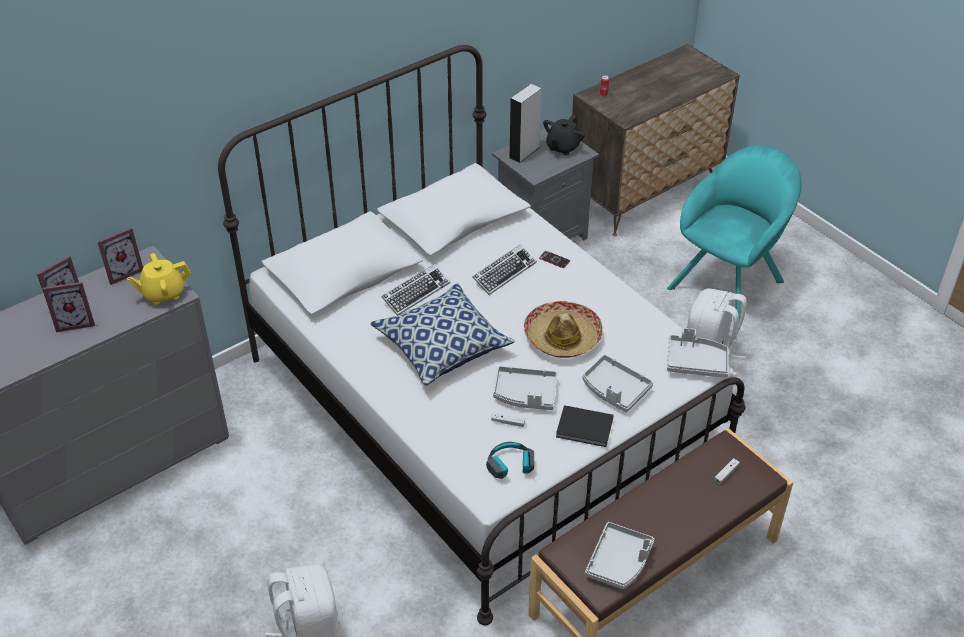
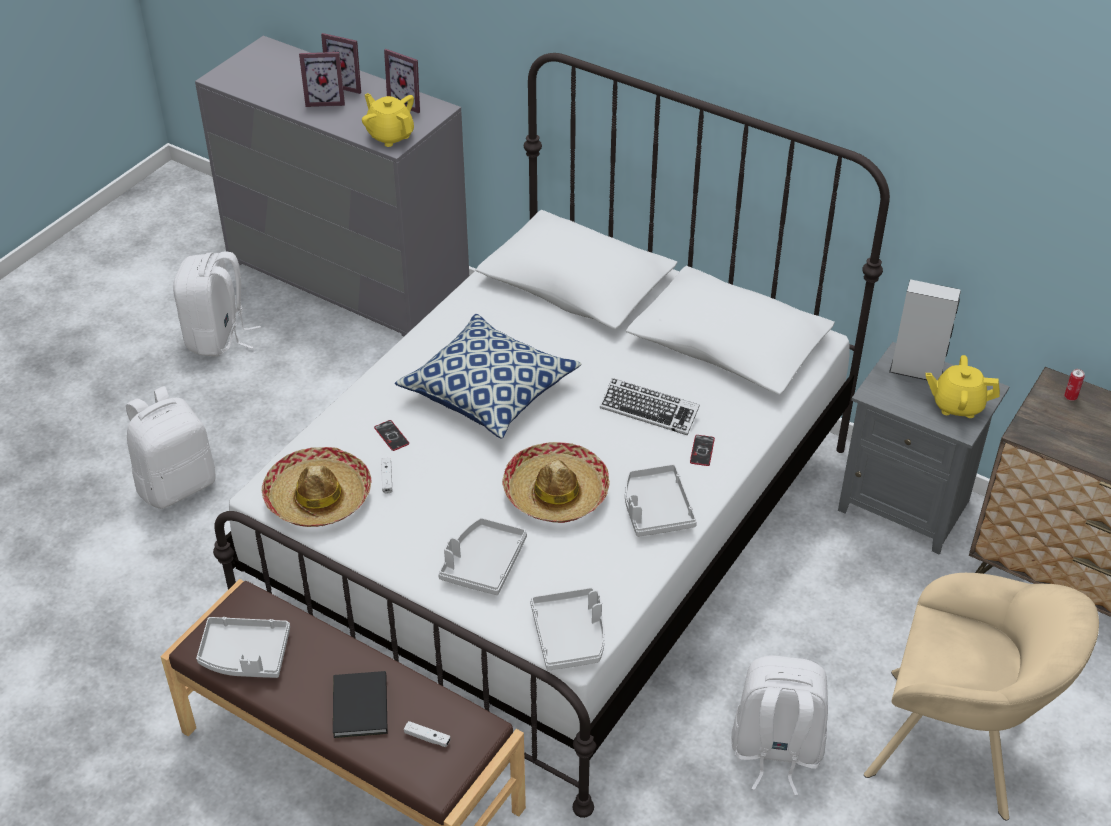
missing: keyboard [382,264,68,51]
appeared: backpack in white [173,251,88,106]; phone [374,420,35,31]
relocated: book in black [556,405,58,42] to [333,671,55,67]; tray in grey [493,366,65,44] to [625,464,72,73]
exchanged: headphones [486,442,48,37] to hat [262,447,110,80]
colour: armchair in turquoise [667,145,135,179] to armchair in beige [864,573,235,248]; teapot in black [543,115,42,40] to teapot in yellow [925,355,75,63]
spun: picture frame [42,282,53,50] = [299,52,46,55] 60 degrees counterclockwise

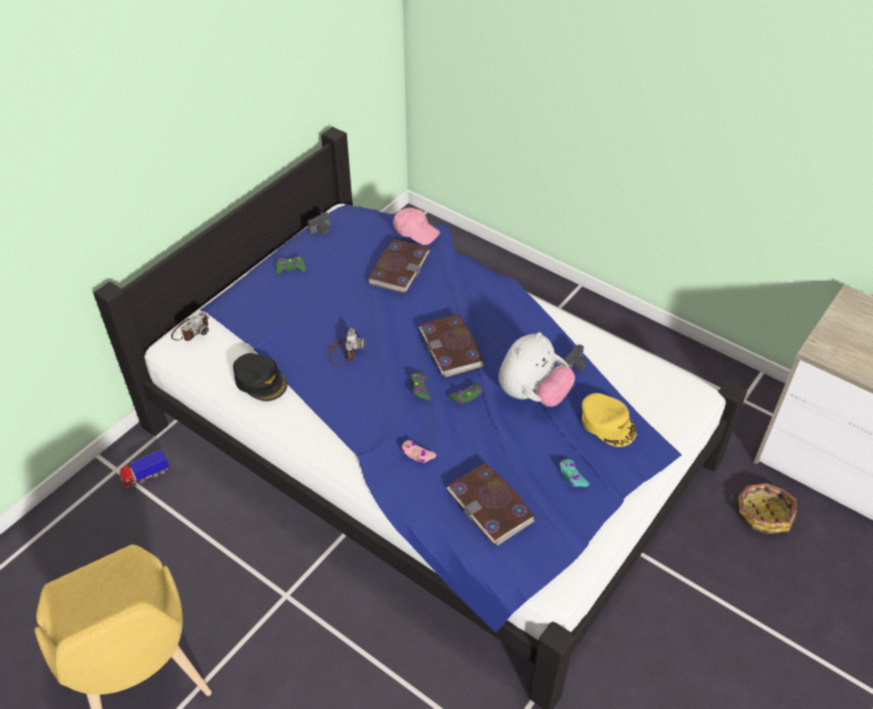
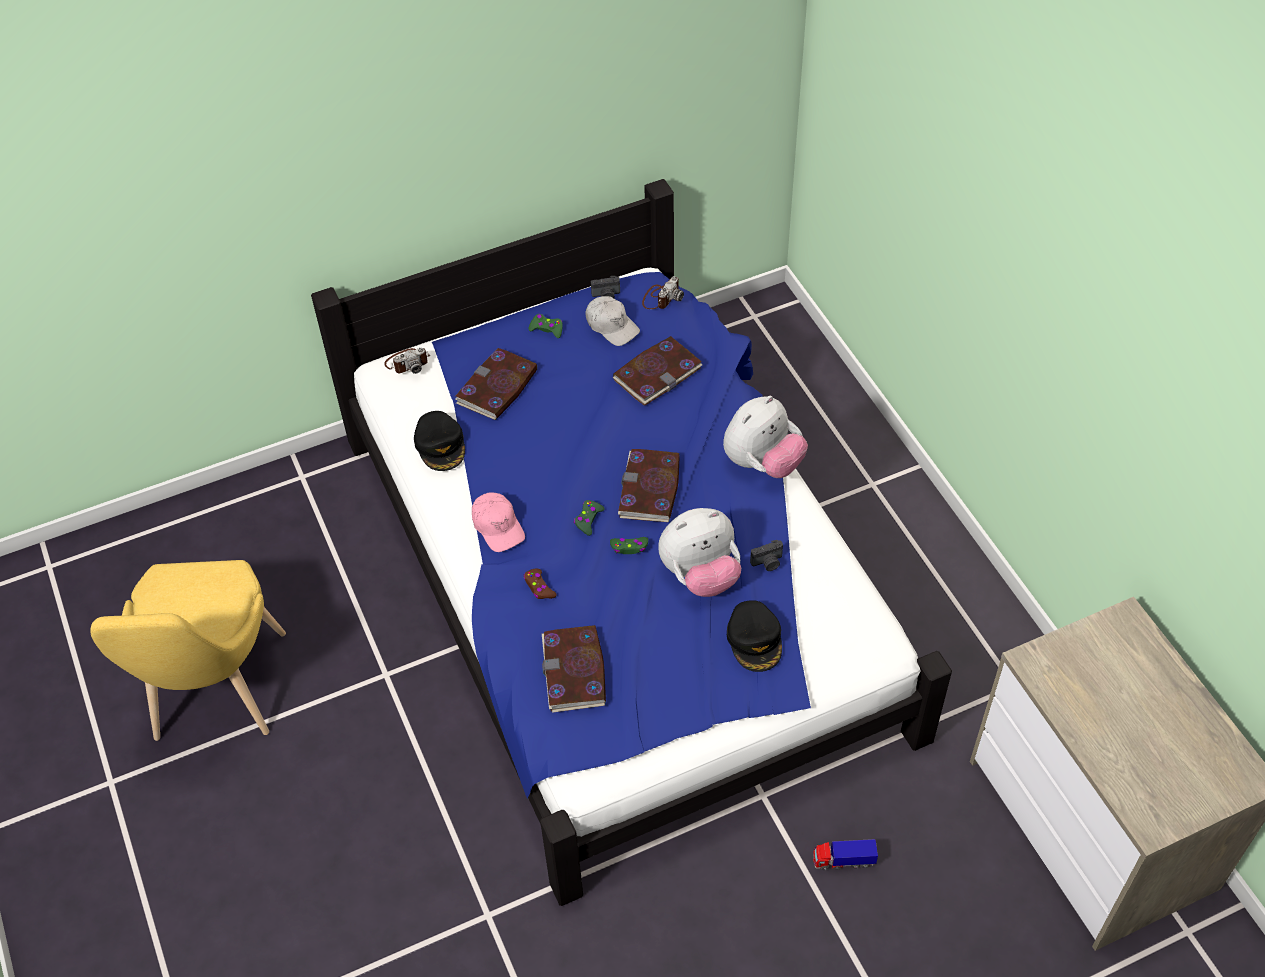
missing: game controller in turquoise [559,459,30,28]; basket [731,483,66,51]
appeared: book [455,348,82,72]; cap in white [585,296,55,50]; plush toy [723,396,85,82]
relocated: cap in pink [393,208,47,37] to [472,493,53,59]; photo camera [329,328,36,38] to [642,276,42,33]; toy truck [120,449,49,39] to [813,839,65,31]
colour: game controller in pink [401,440,35,23] to game controller in brown [524,569,33,30]; cap in yellow [582,393,55,54] to cap in black [727,600,55,72]

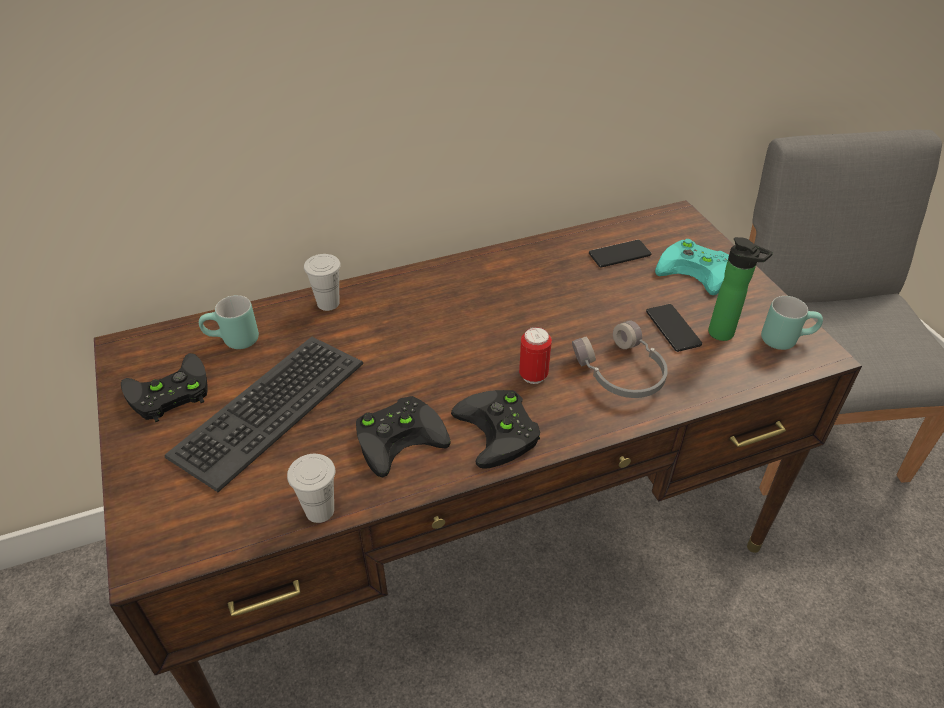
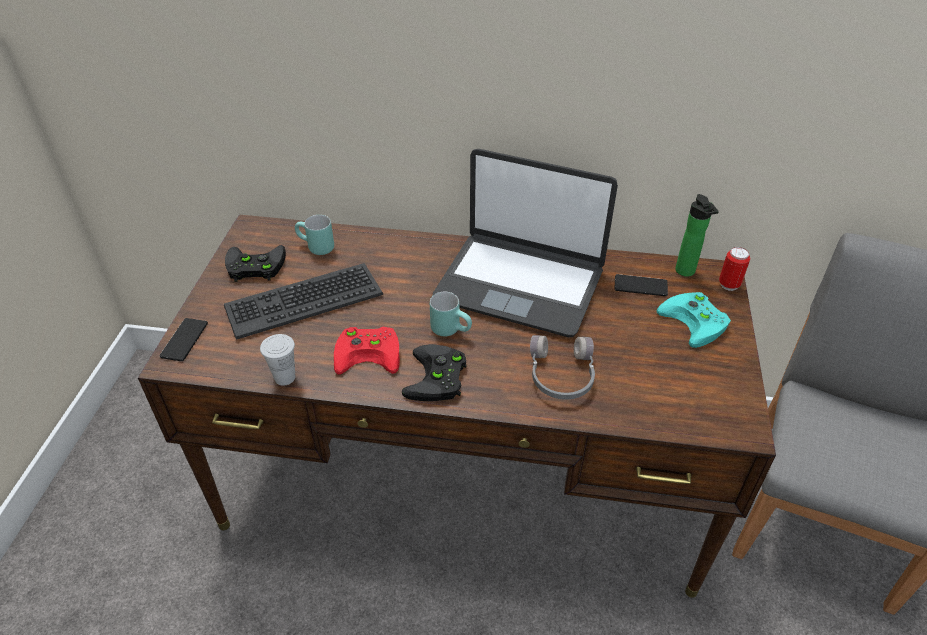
missing: cup in white [304,254,37,57]
appeared: laptop [433,149,185,188]
relocated: phone [646,304,56,48] to [160,318,48,43]; mug in turquoise [761,296,62,54] to [430,292,42,44]; bottle [708,237,65,104] to [675,194,44,83]; can [519,327,33,57] to [719,247,31,44]
colour: game controller in black [356,396,95,82] to game controller in red [334,327,66,47]

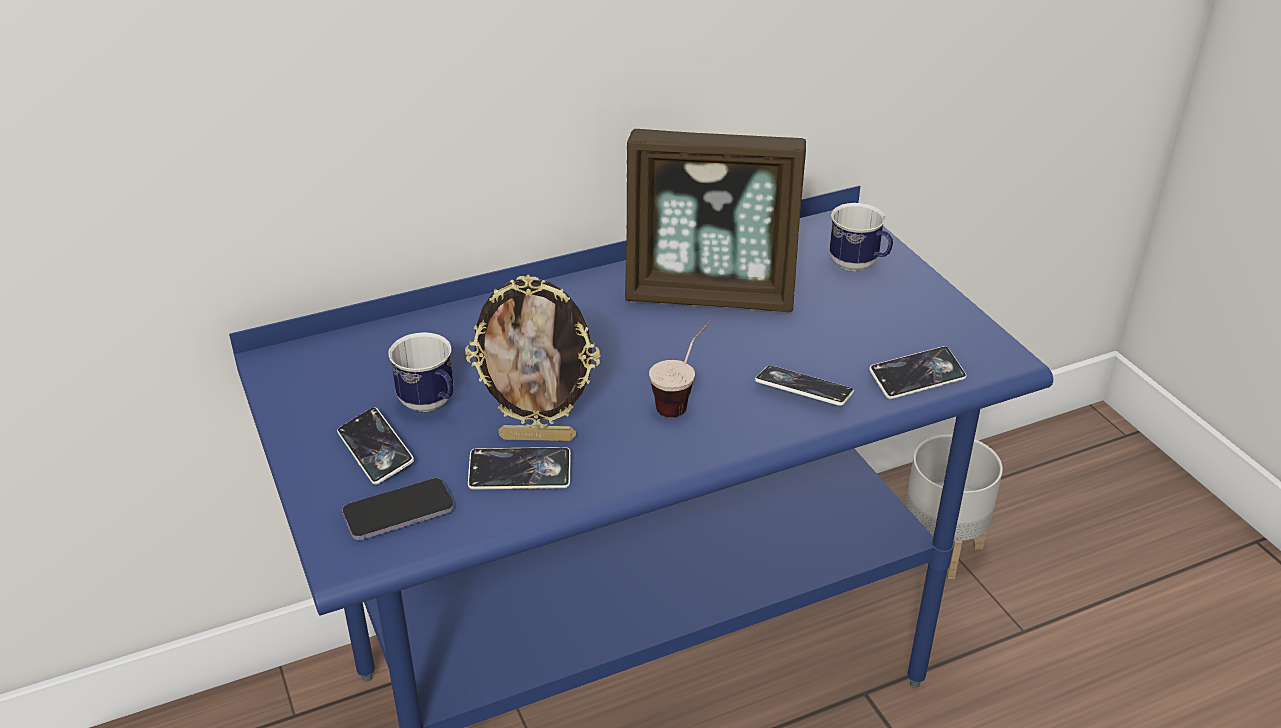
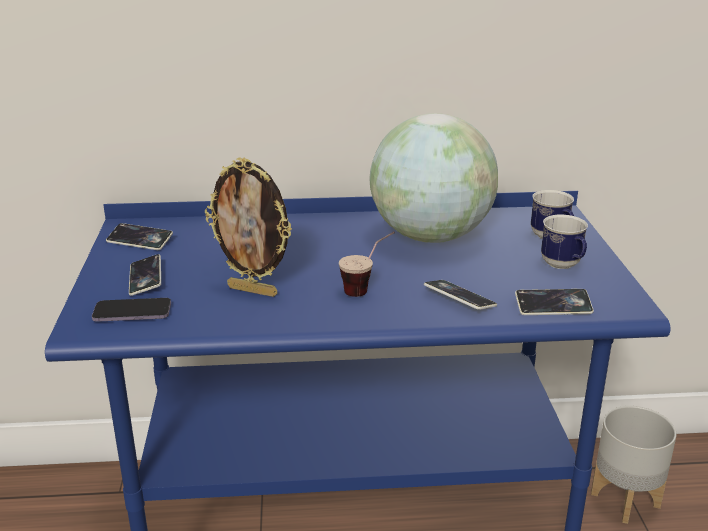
relocated: phone [468,447,103,43] to [106,223,67,27]; mug [389,332,65,80] to [541,215,47,54]
exchanged: picture frame [625,129,181,183] to globe [369,113,129,130]

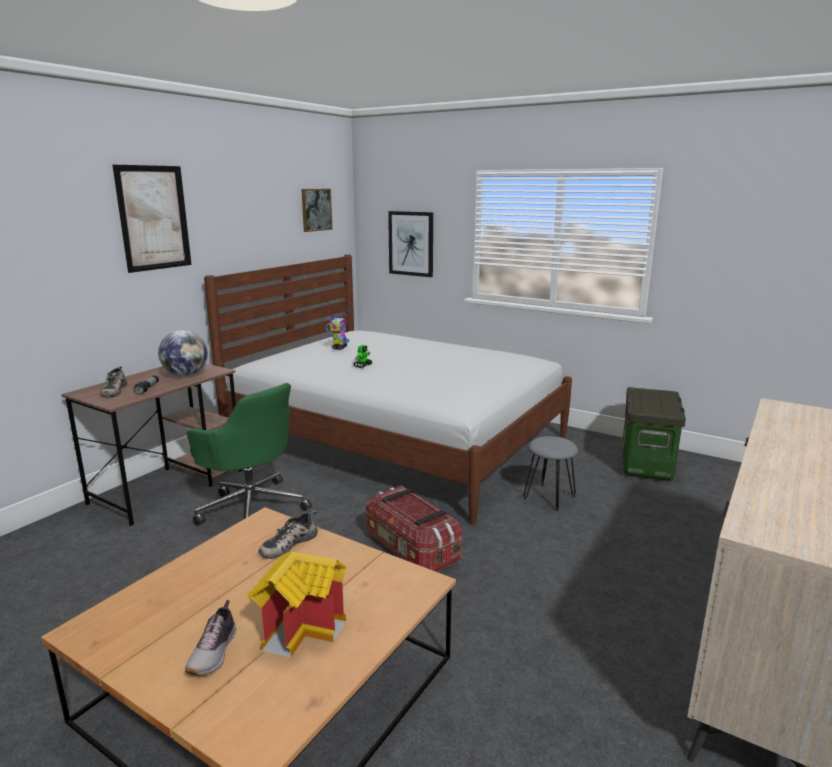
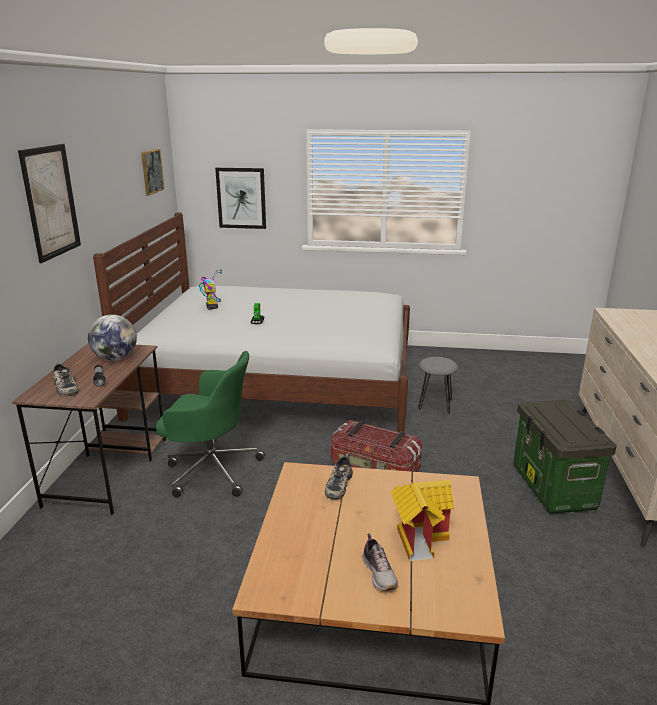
relocated: storage box [622,387,64,94] to [514,400,103,114]

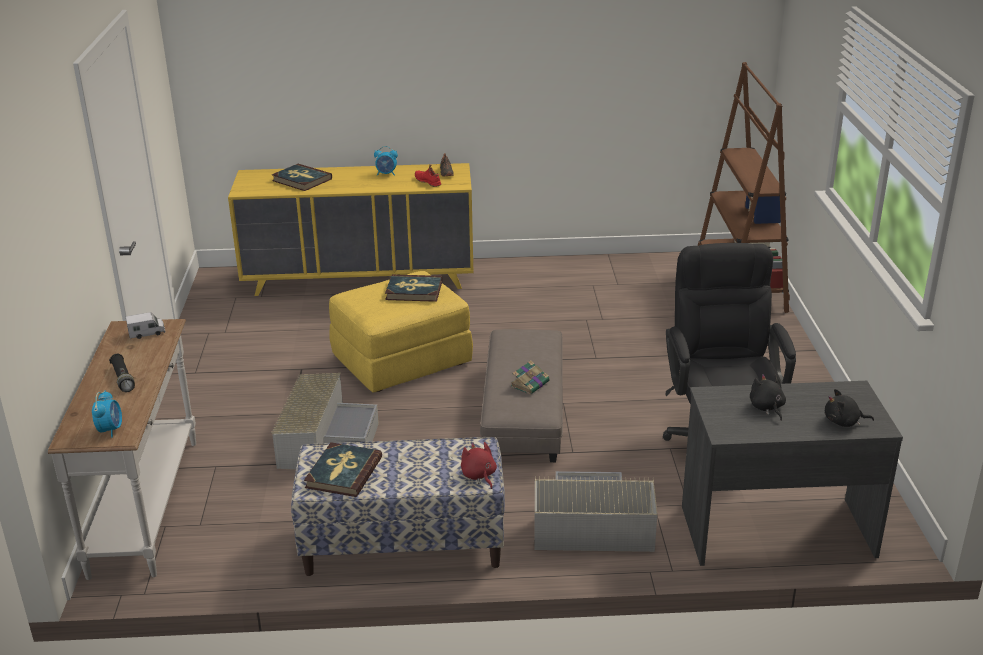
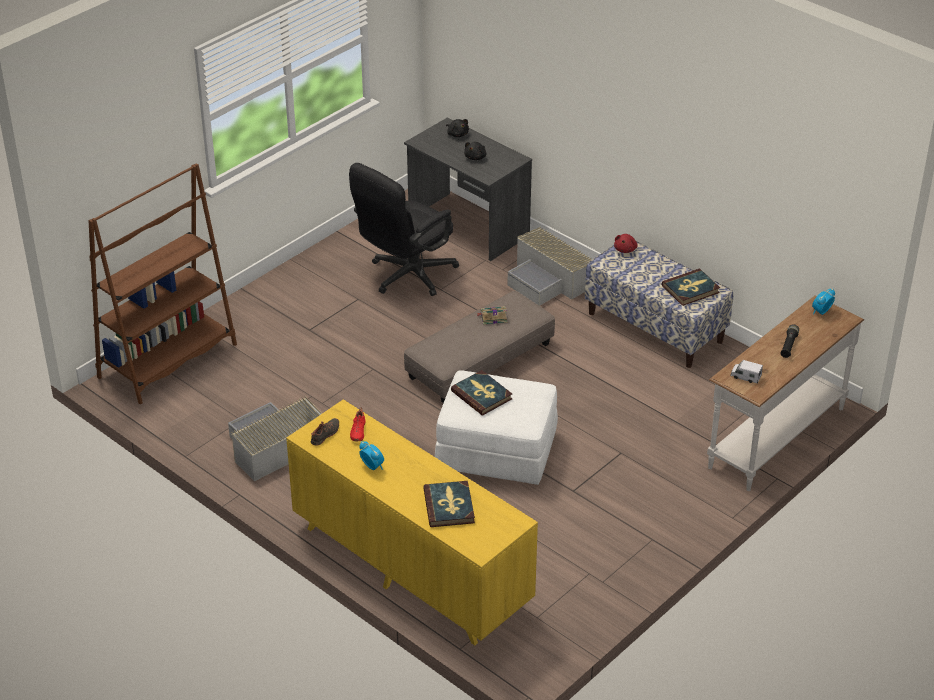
relocated: storage box in grey [271,373,108,97] to [228,396,94,85]
colour: ottoman in yellow [329,271,144,122] to ottoman in white [435,370,123,115]

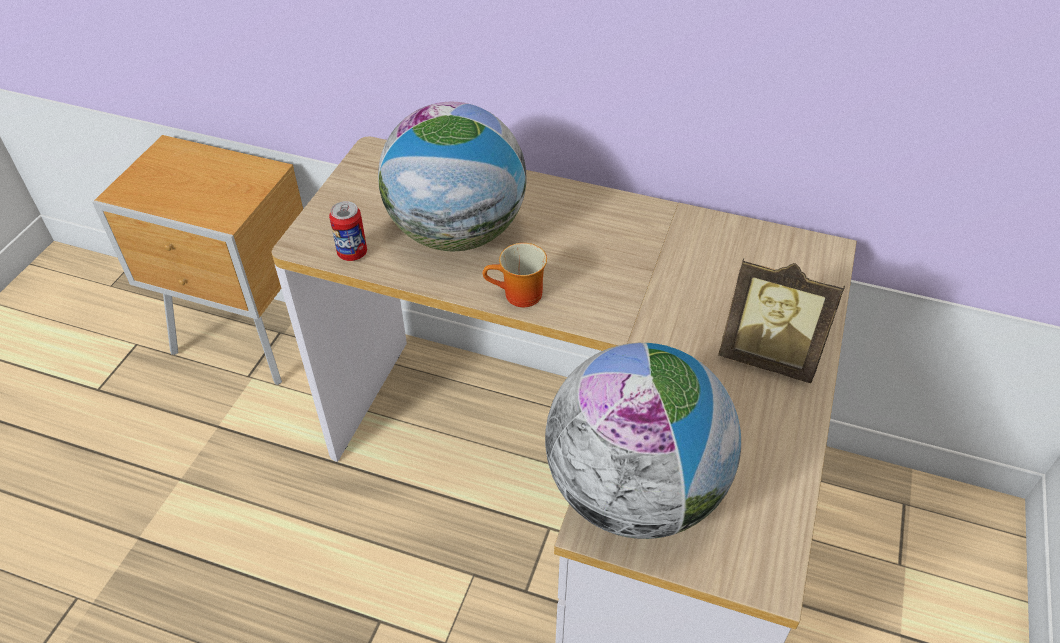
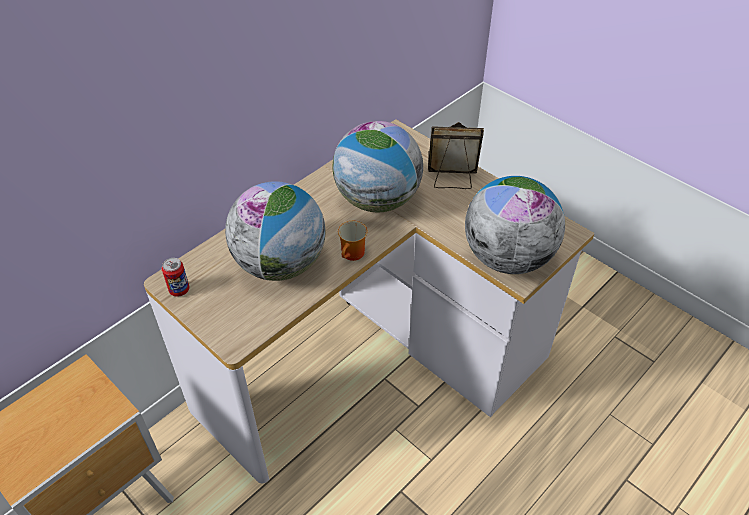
appeared: globe [332,121,91,91]
relocated: can [329,201,38,60] to [162,258,28,39]
spun: picture frame [718,259,127,124] = [428,122,56,67] 135 degrees counterclockwise

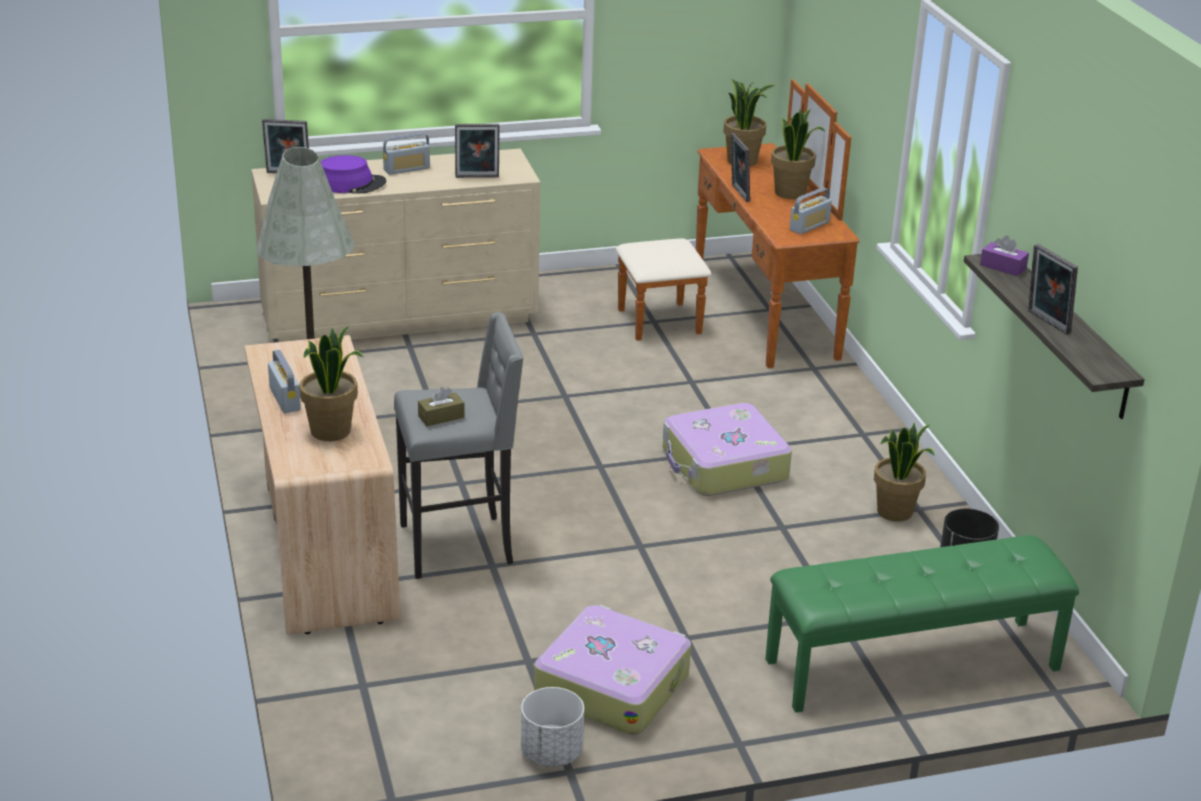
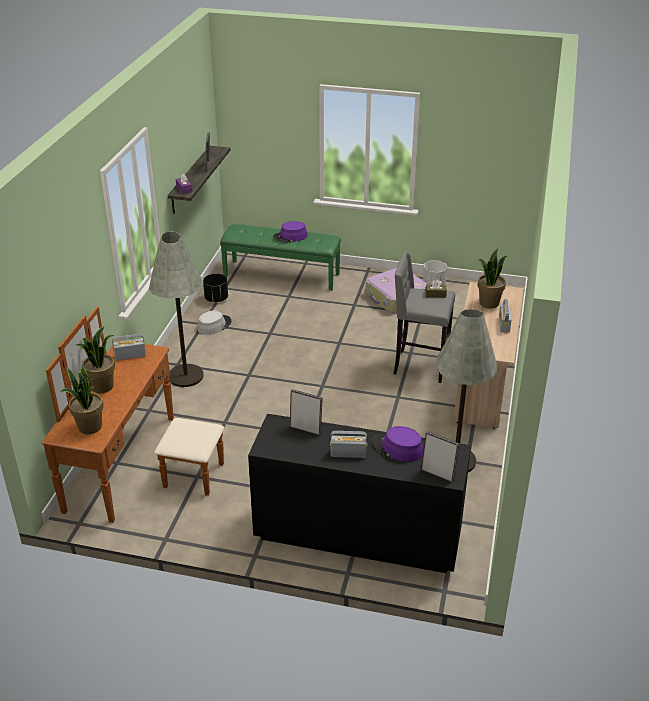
missing: suitcase [663,403,129,93]; picture frame [731,133,19,69]
appeared: floor lamp in grey [149,231,55,156]; hat in purple [273,221,35,22]
exchanged: potted plant [874,422,60,100] to hat in grey [198,310,33,25]
colour: dresser in beige [251,149,289,193] to dresser in black [248,414,223,159]

